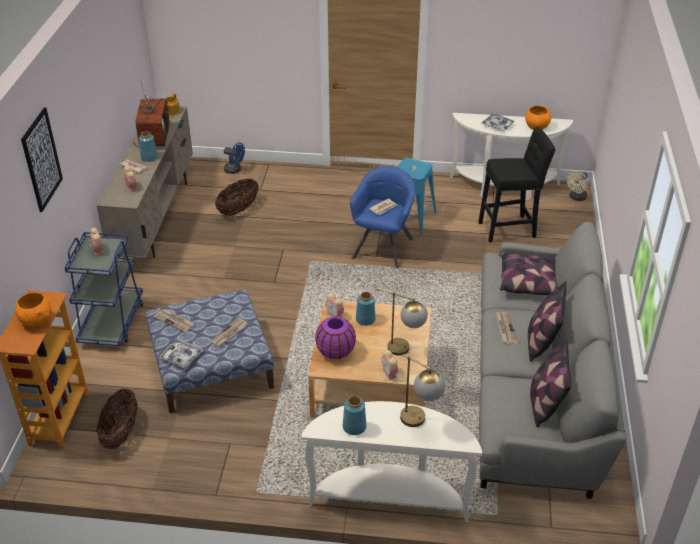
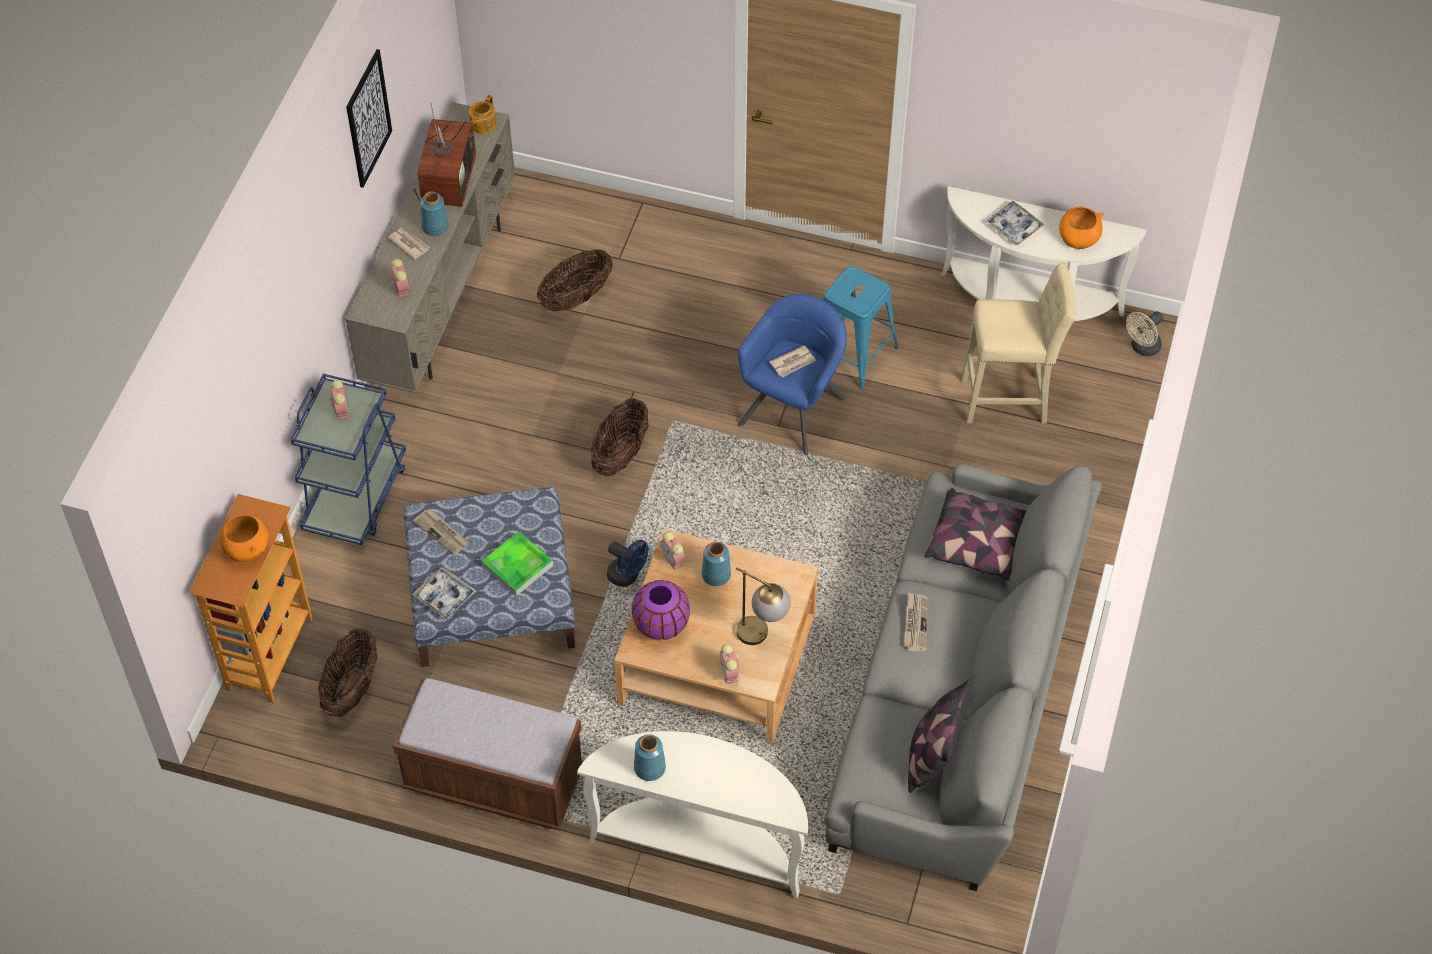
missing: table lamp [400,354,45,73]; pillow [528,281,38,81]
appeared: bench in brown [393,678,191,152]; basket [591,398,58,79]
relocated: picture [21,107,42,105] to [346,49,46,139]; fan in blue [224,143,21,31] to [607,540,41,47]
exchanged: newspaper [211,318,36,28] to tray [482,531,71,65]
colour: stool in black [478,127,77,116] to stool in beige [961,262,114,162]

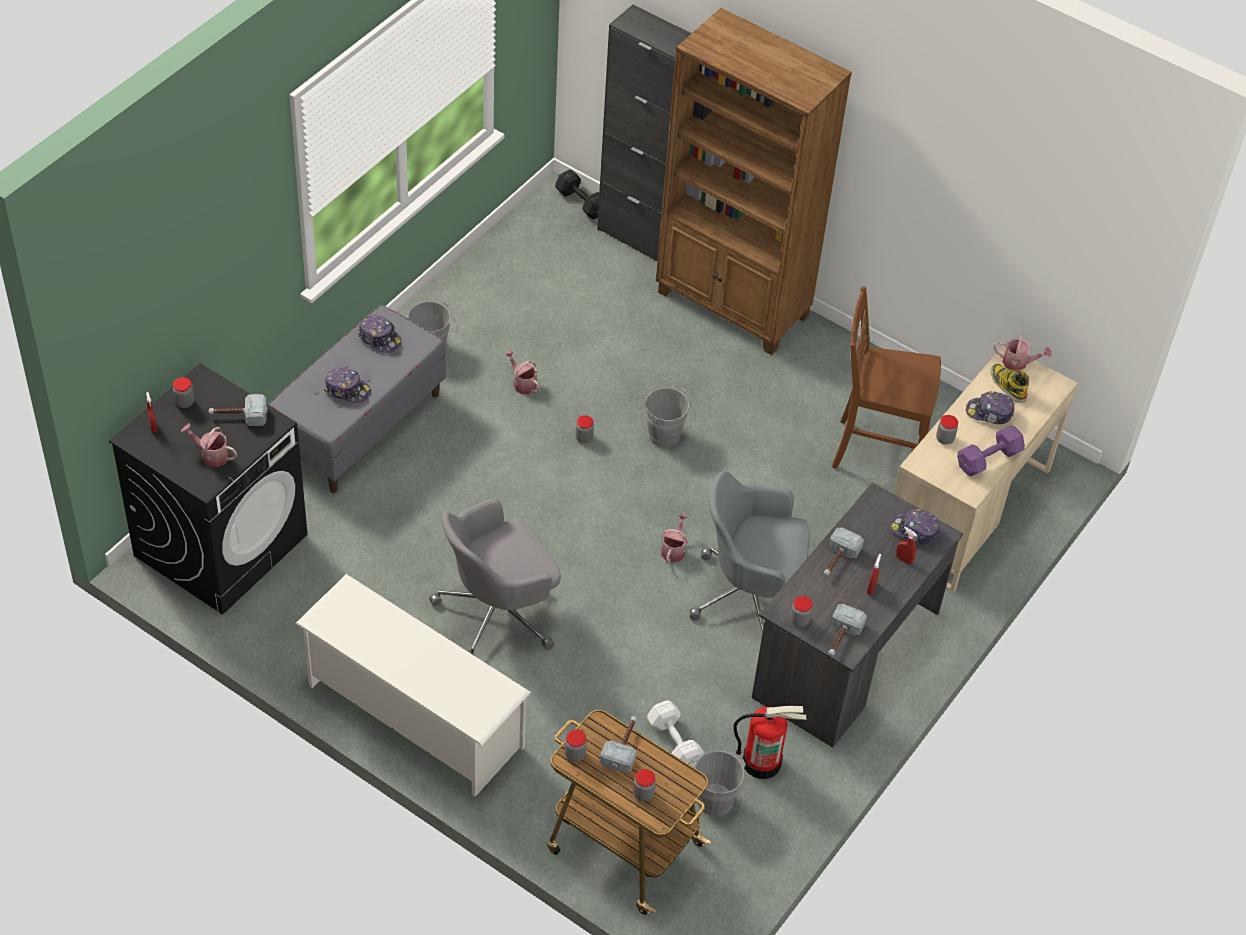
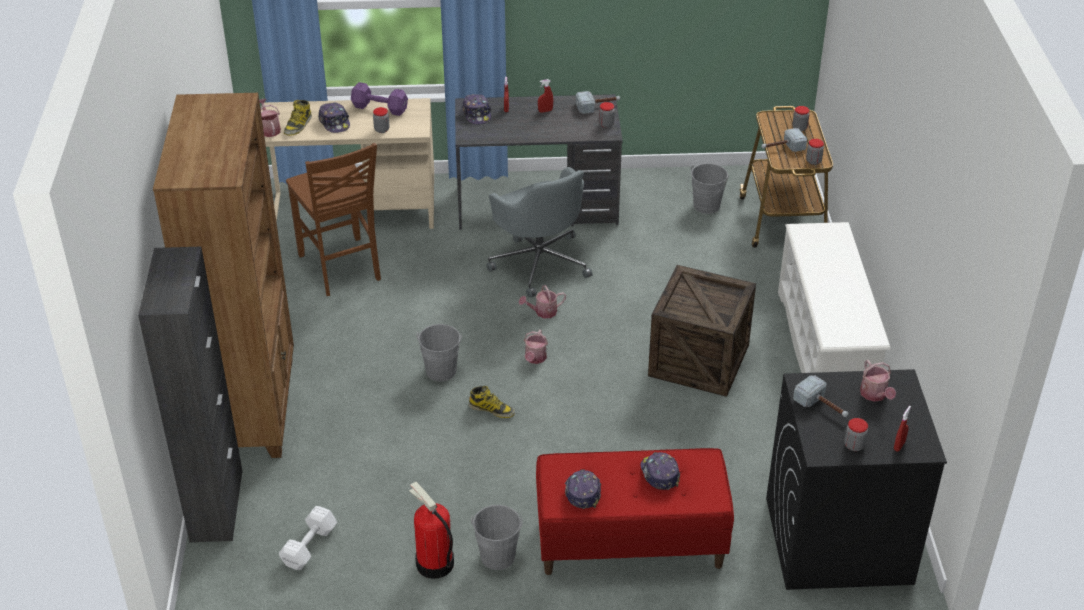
missing: dumbbell in black [555,169,44,51]; hammer [824,527,40,49]
relocated: dumbbell in white [647,701,57,66] to [279,506,58,64]; fire extinguisher [733,706,73,73] to [409,482,45,97]; watering can [505,350,35,44] to [524,330,24,34]
exchanged: jar [576,415,18,28] to boot [469,386,46,32]; office chair in grey [429,498,132,157] to crate [648,265,108,132]
colour: bench in grey [269,305,177,188] to bench in red [536,448,198,127]

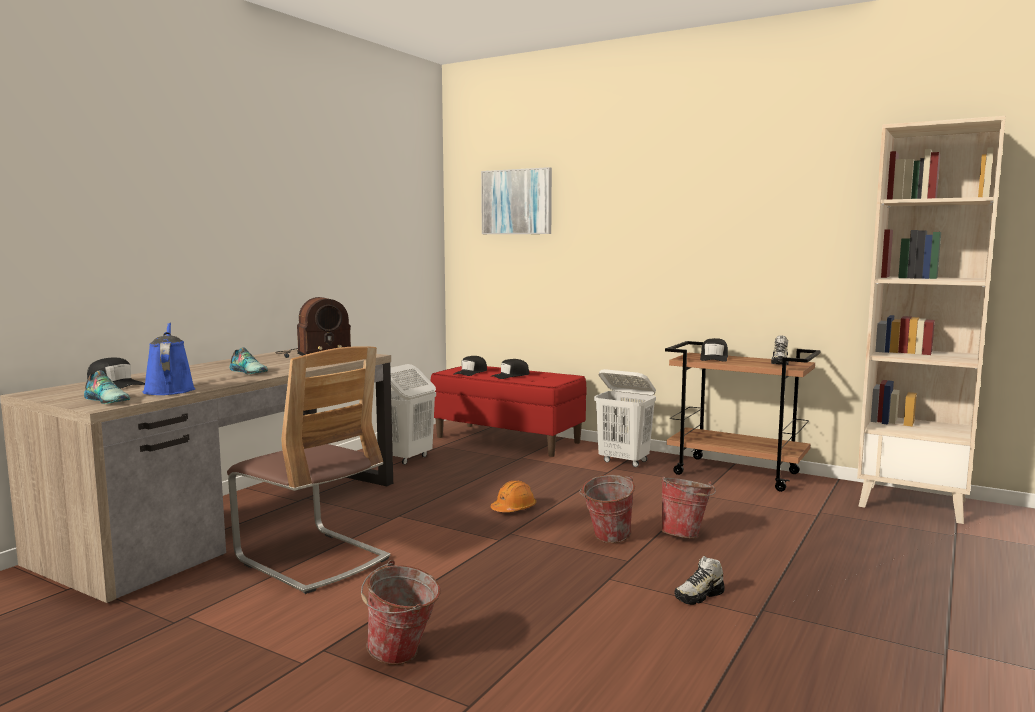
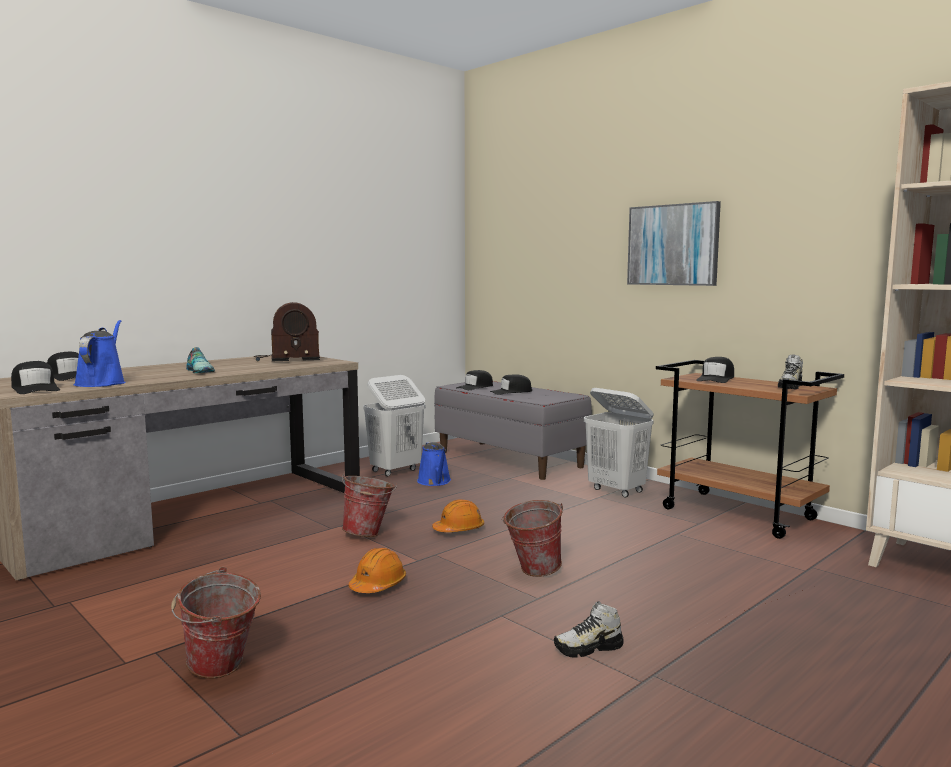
missing: chair [227,346,163,248]
appeared: hard hat in orange [348,548,58,45]; watering can in blue [417,442,34,44]
relocated: bucket [661,476,55,62] to [342,473,55,64]; picture [481,167,71,67] to [627,201,94,85]
exchanged: shoe [84,370,46,34] to cap in black [11,361,49,33]
colour: bench in red [430,366,157,91] to bench in grey [434,381,158,99]

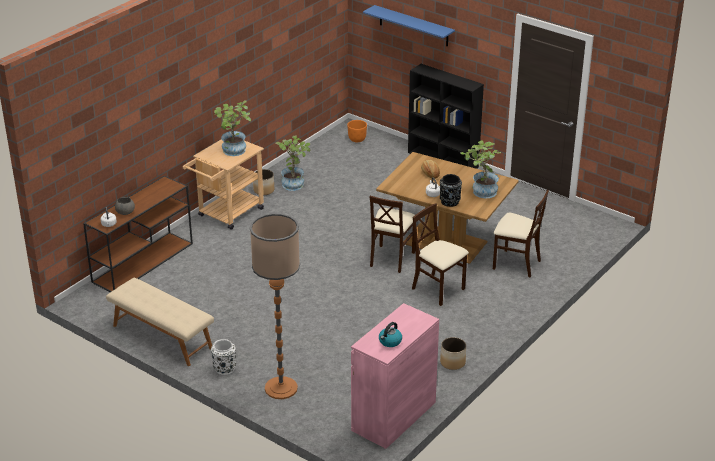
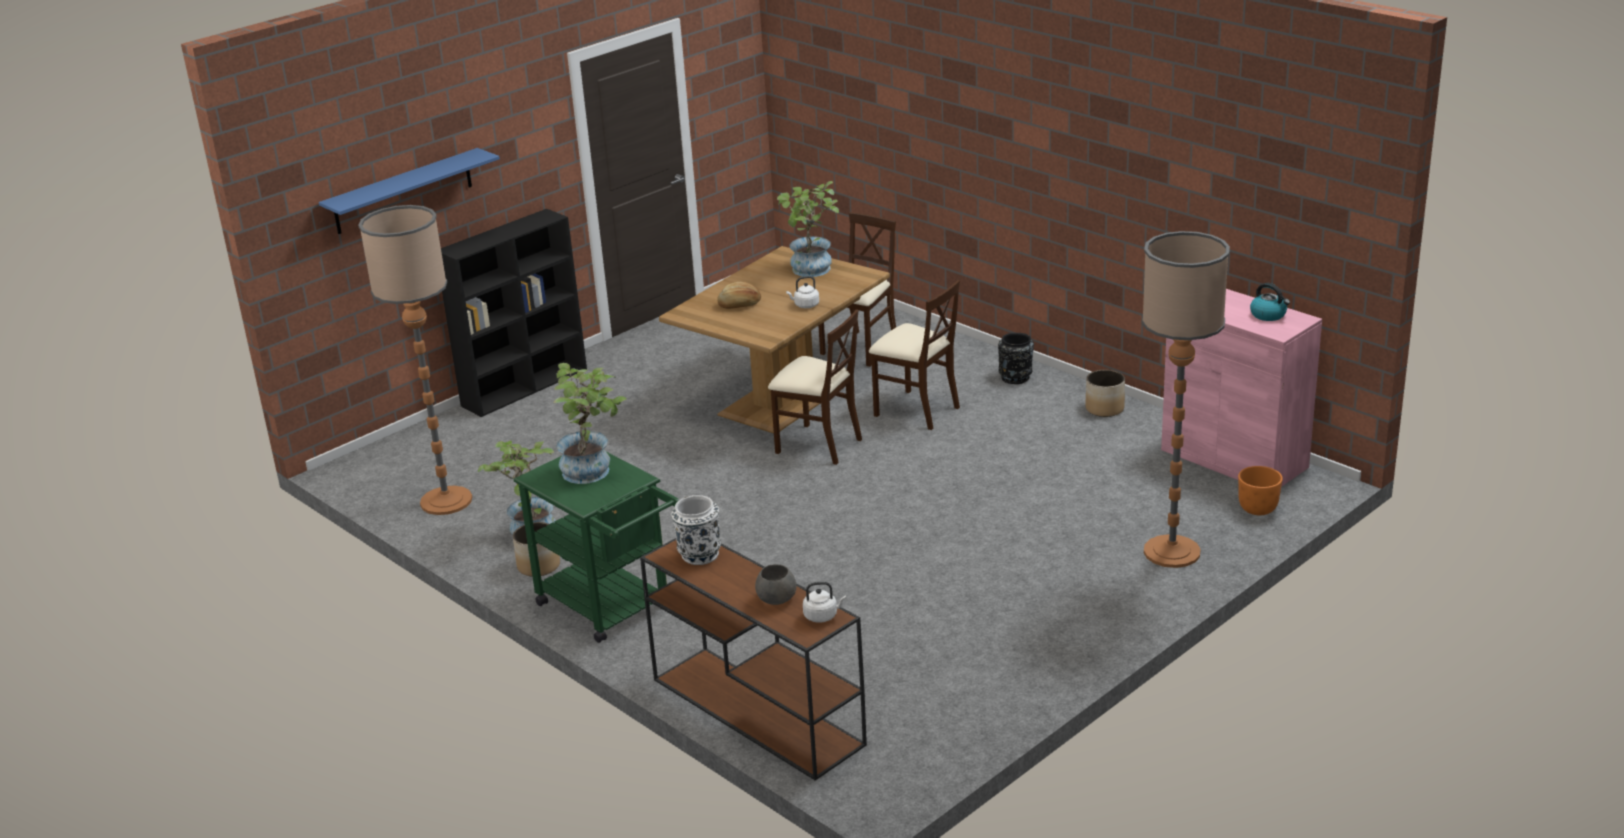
missing: bench in beige [106,278,108,88]
appeared: floor lamp [358,205,114,310]
relocated: vase in white [211,339,25,36] to [672,495,49,70]; vase in black [440,174,22,33] to [998,333,36,51]; planter in orange [347,120,20,22] to [1238,466,45,49]
colour: cart in beige [183,139,81,91] to cart in green [514,452,165,191]
spun: chair in beige [412,203,57,103] = [869,280,91,150] 105 degrees counterclockwise

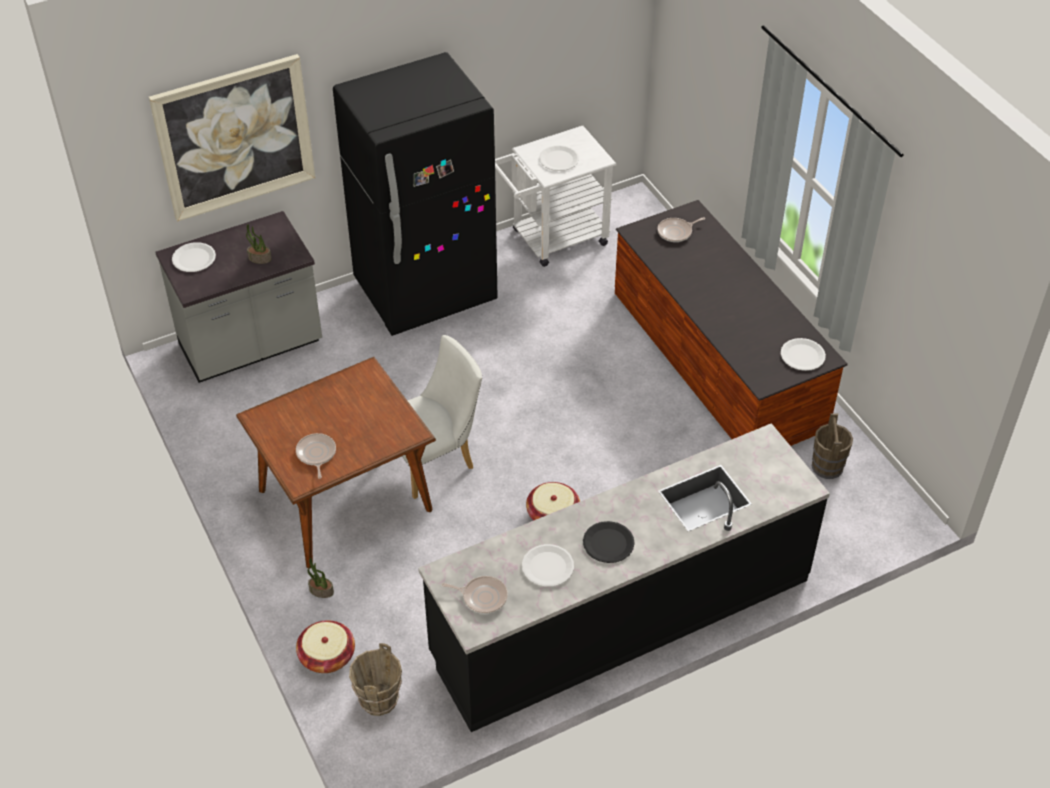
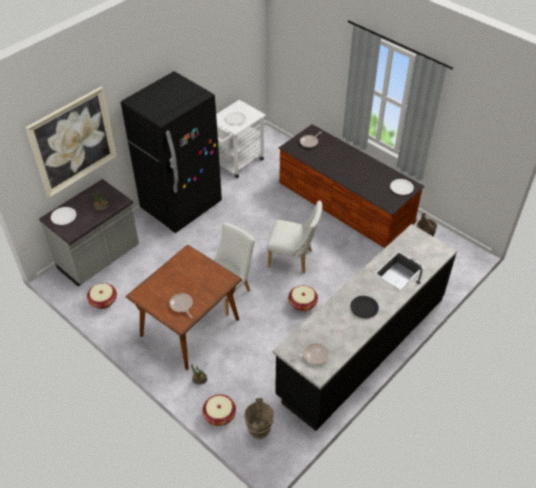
missing: plate in white [522,544,52,43]
appeared: basket [87,283,30,26]; chair in white [267,200,55,73]

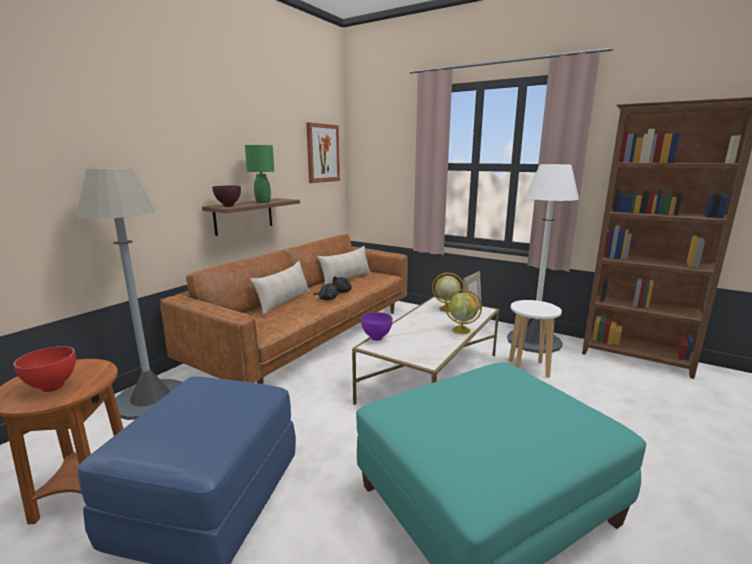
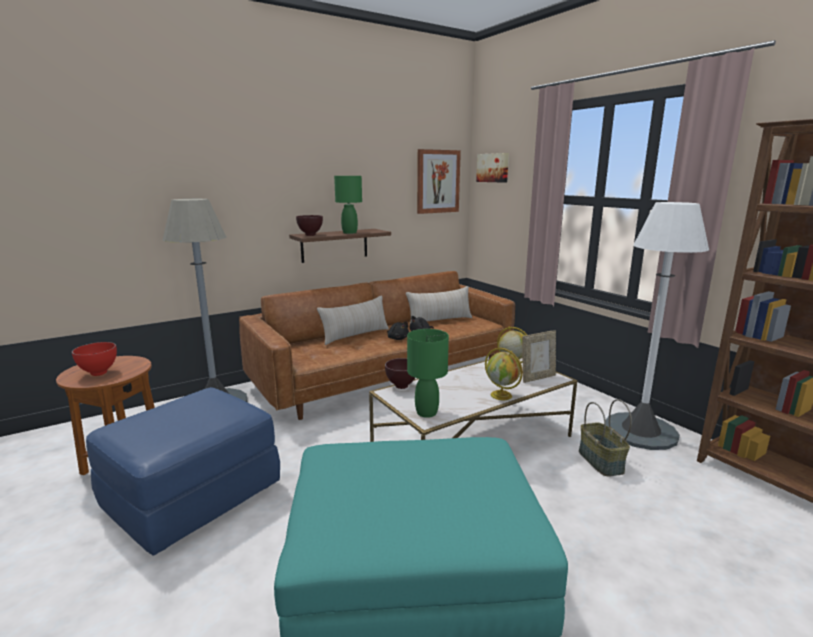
appeared: table lamp in green [407,329,42,89]; picture [476,153,33,30]
exchanged: stool in white [509,300,53,78] to basket [579,399,53,77]
colour: bowl in purple [361,312,31,29] to bowl in brown [385,358,30,31]

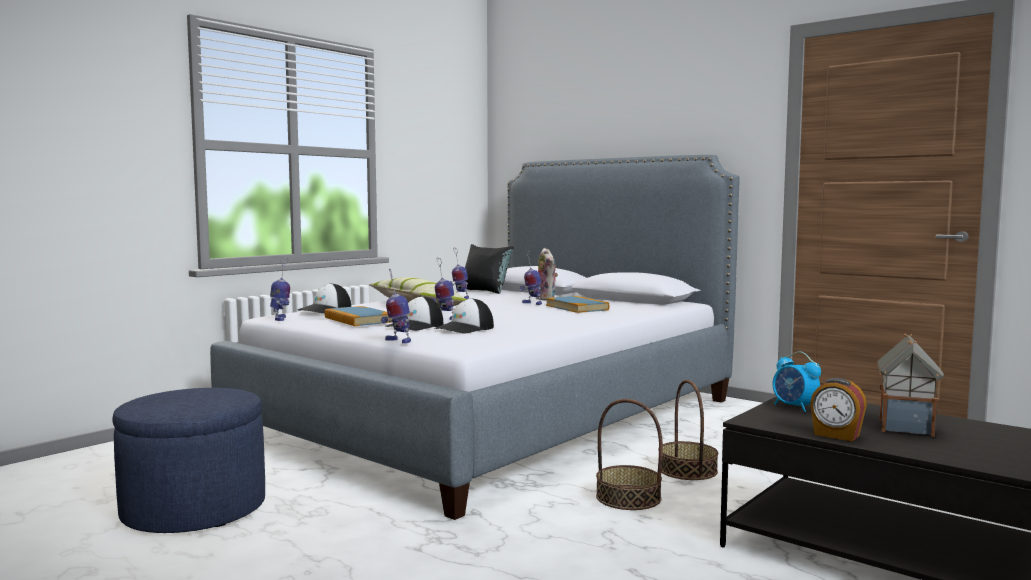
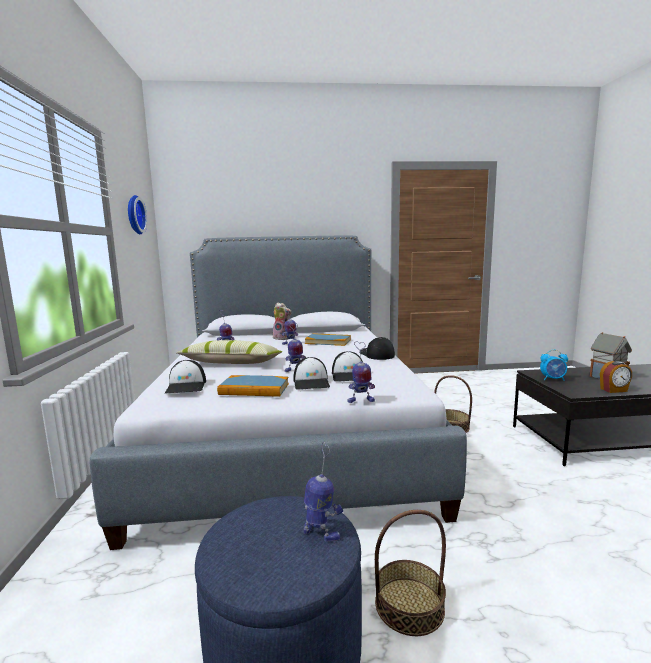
missing: pillow in black [465,244,49,50]
appeared: wall clock [128,195,19,39]; cap [359,337,36,23]
relocated: toy robot [270,258,20,63] to [304,442,39,99]; basket [596,399,67,111] to [375,510,71,126]

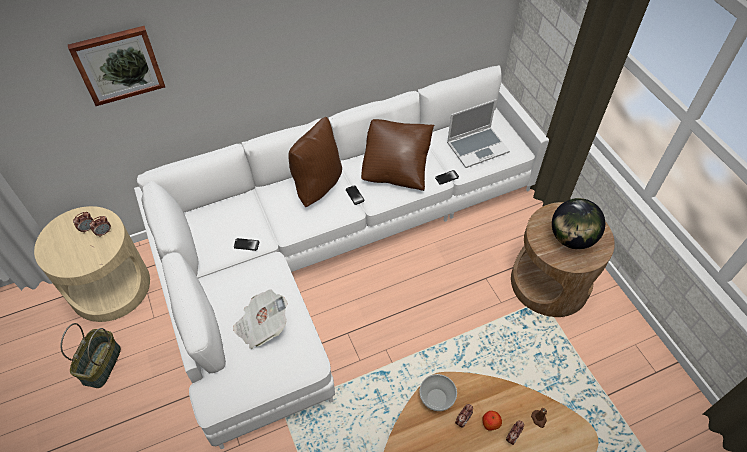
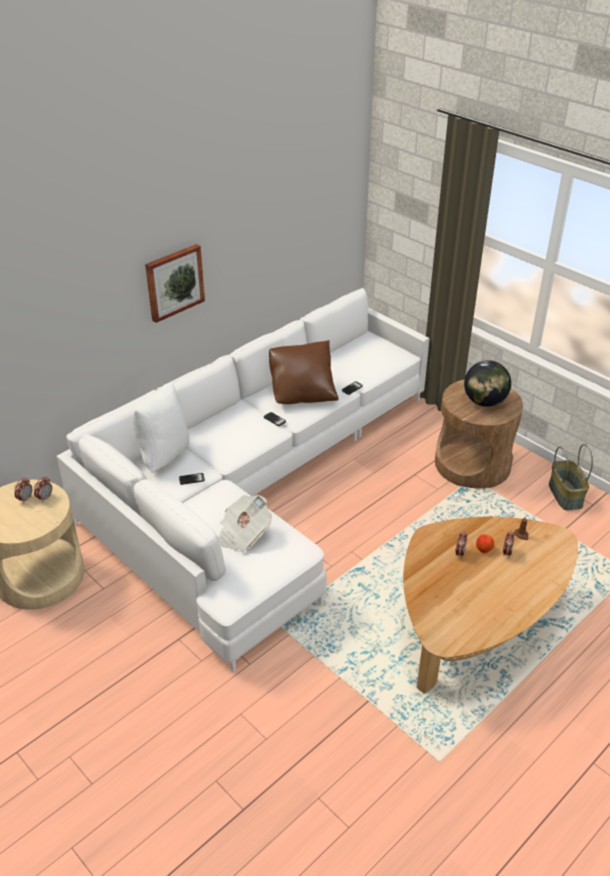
missing: pillow in brown [288,117,54,90]; bowl [419,374,38,37]; laptop [447,99,63,69]
appeared: pillow in white [132,382,57,91]
relocated: picture [68,26,97,80] to [145,244,60,79]; basket [60,323,61,65] to [549,444,44,66]

